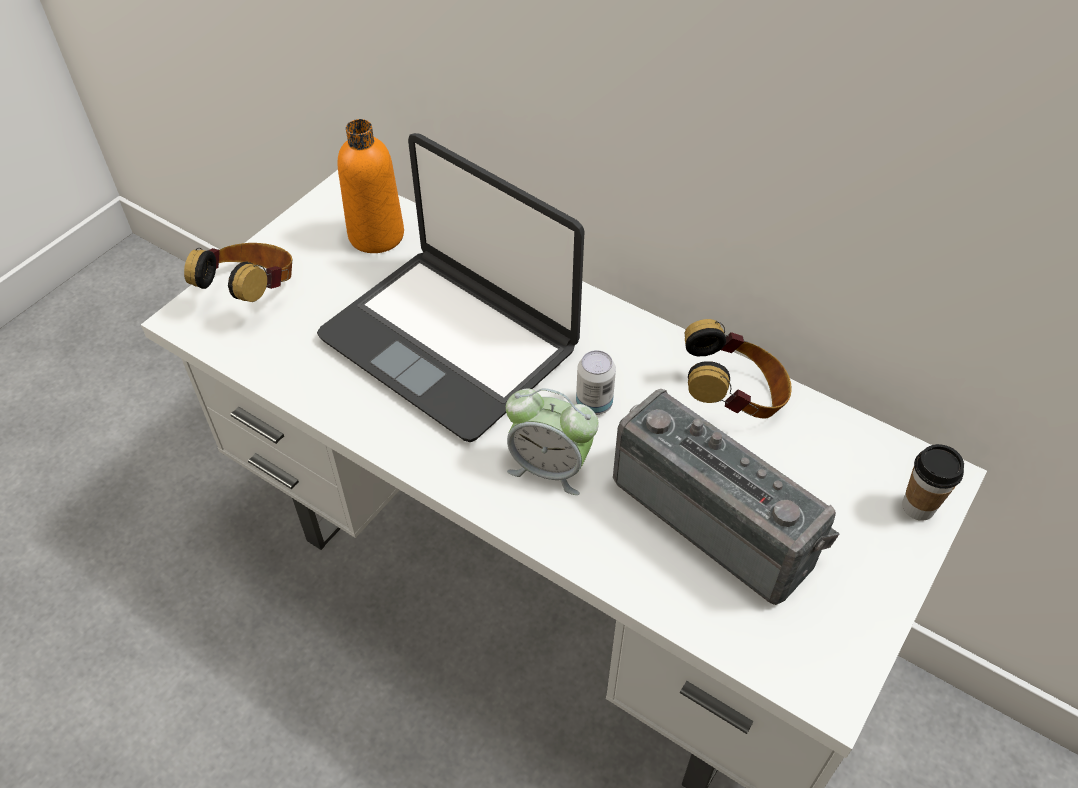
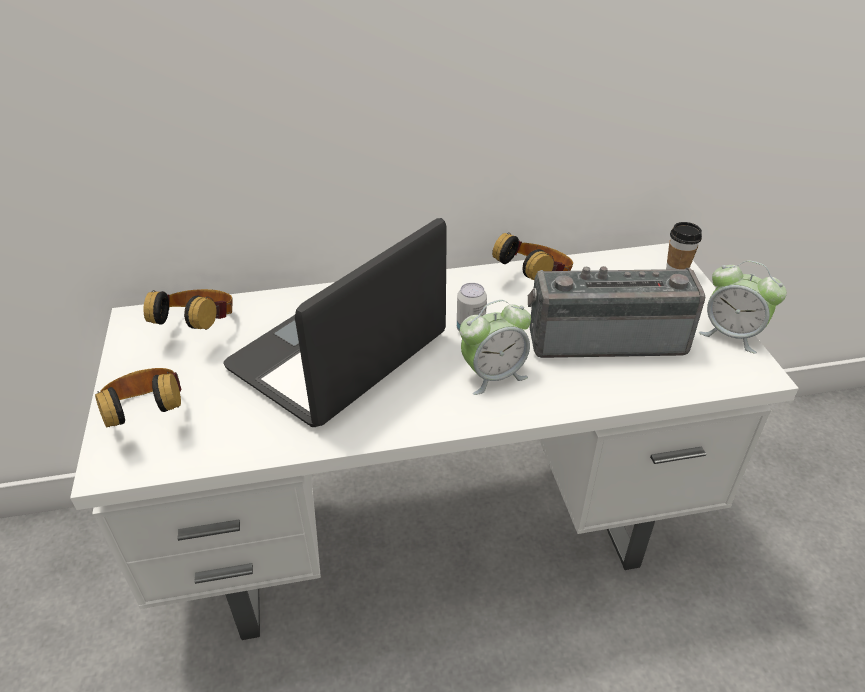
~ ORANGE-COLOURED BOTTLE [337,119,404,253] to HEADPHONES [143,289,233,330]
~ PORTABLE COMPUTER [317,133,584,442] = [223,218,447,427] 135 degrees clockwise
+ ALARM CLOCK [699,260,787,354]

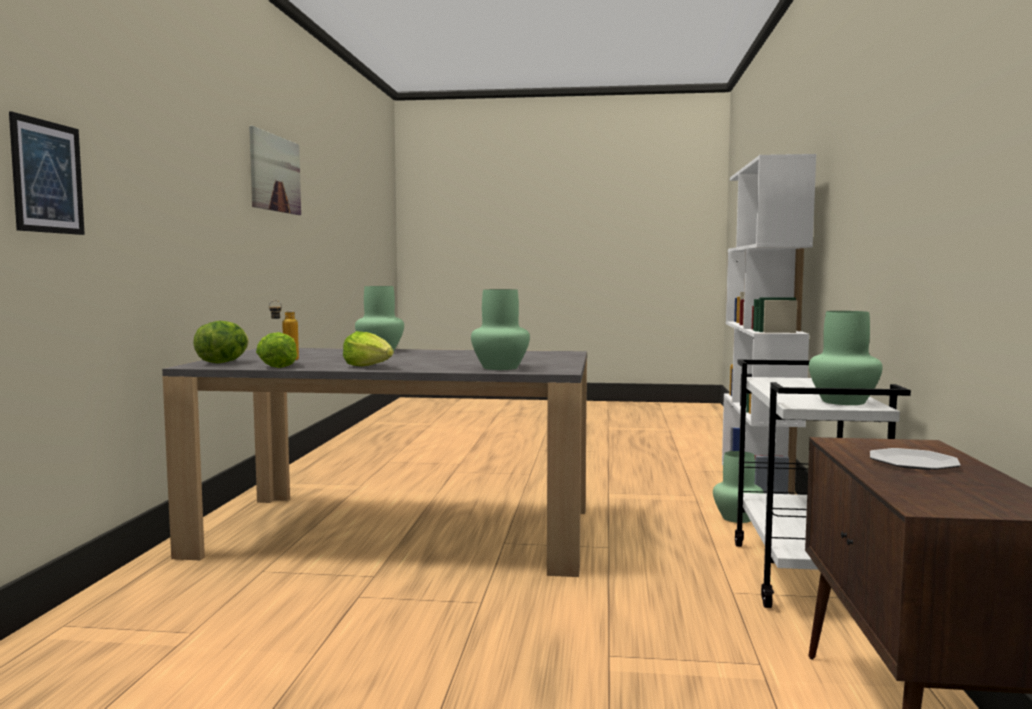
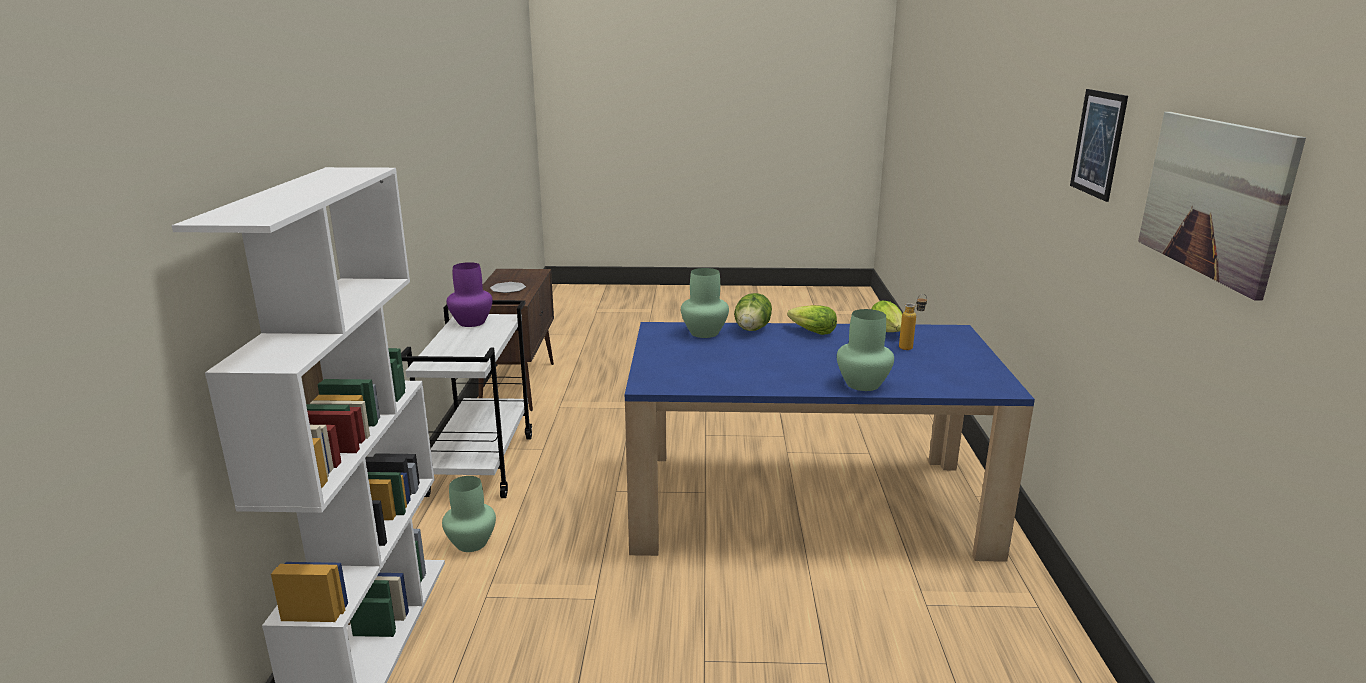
~ GREEN FLOWER VASE [809,311,883,405] to PURPLE FLOWER VASE [447,262,493,327]
~ GREYISH DINING TABLE [162,348,587,577] to BLUISH DINING TABLE [625,322,1035,562]
~ LETTUCE [193,321,249,363] to [734,293,772,331]
~ WALL ART [9,111,85,235] to [1070,89,1128,202]

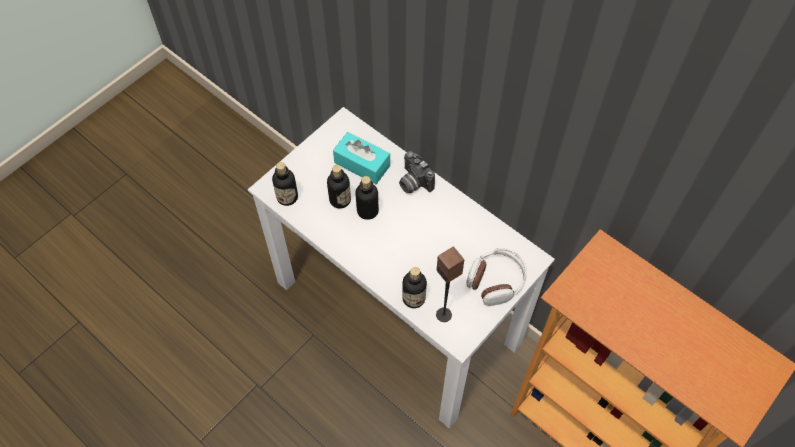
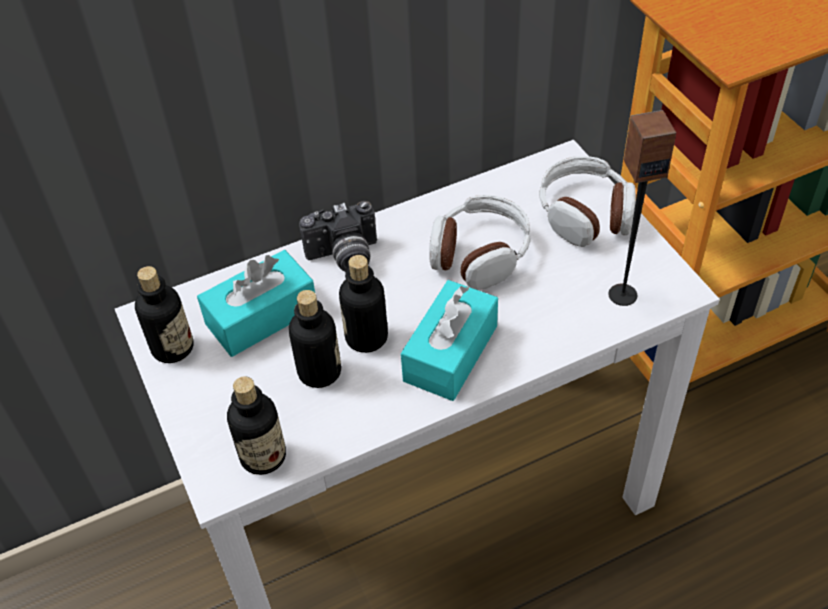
~ BOTTLE [402,267,427,308] to [135,266,193,363]
+ TURQUOISE-COLOURED TISSUE BOX [401,280,498,401]
+ HEADPHONES [429,195,531,290]

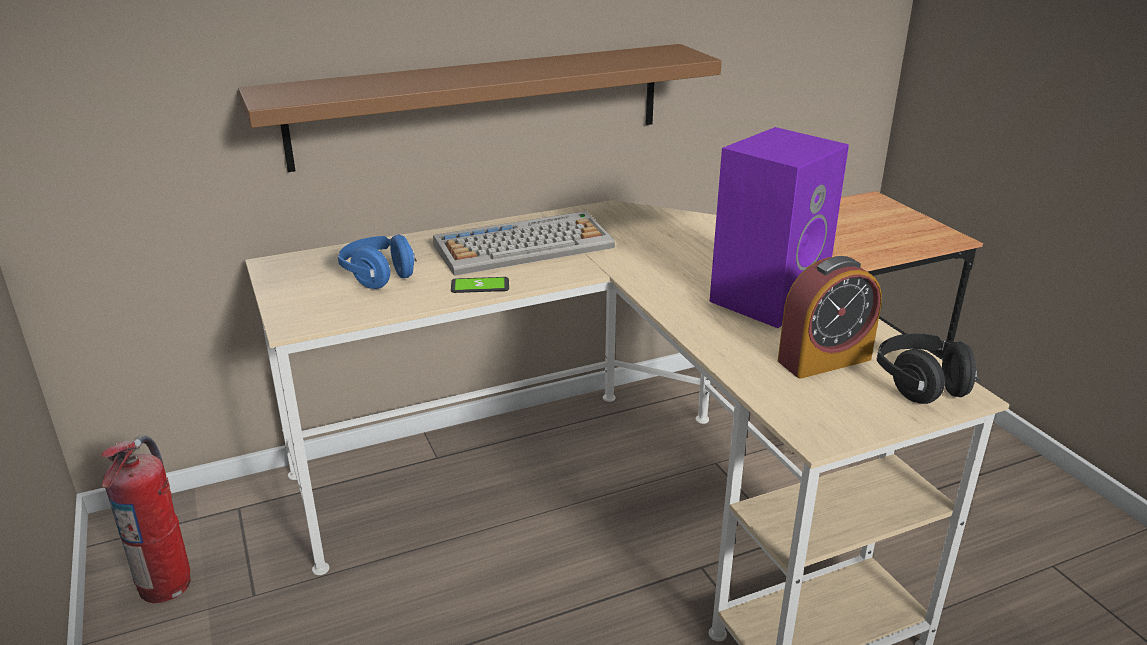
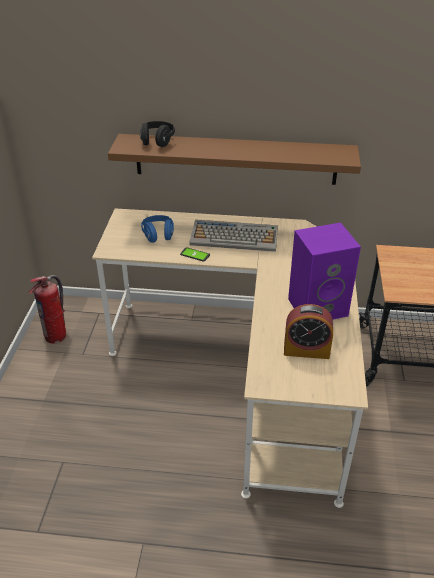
~ BLACKISH HEADPHONES [876,333,979,404] to [140,121,175,147]

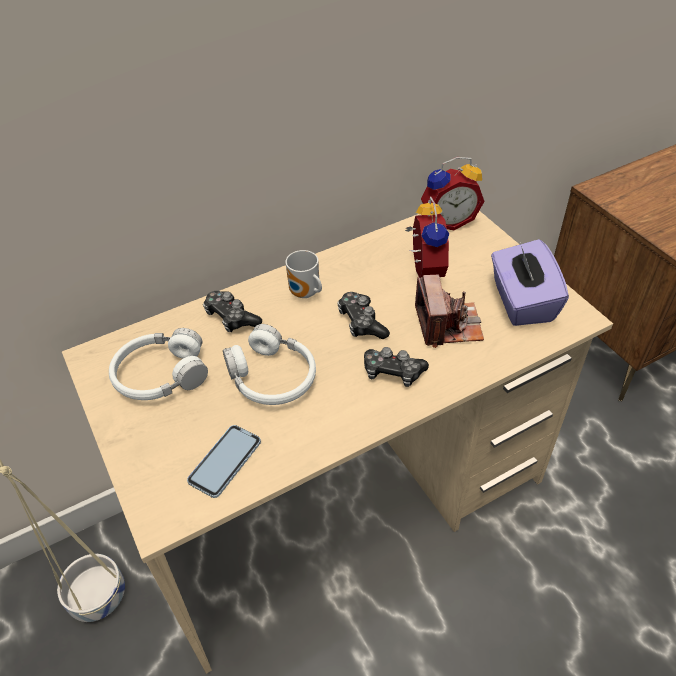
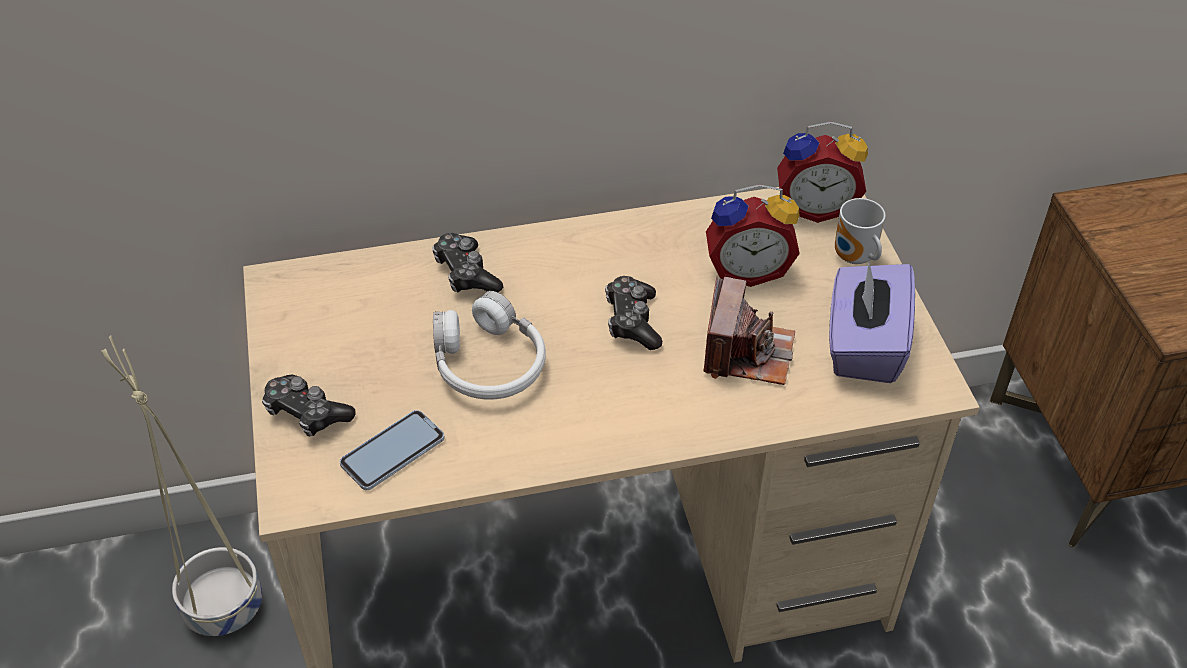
~ GAMEPAD [364,347,429,387] to [262,374,356,437]
~ ALARM CLOCK [405,197,449,278] = [706,184,800,287] 75 degrees clockwise
~ MUG [285,250,322,298] to [835,198,886,264]
- WHITE HEADPHONES [109,328,208,400]

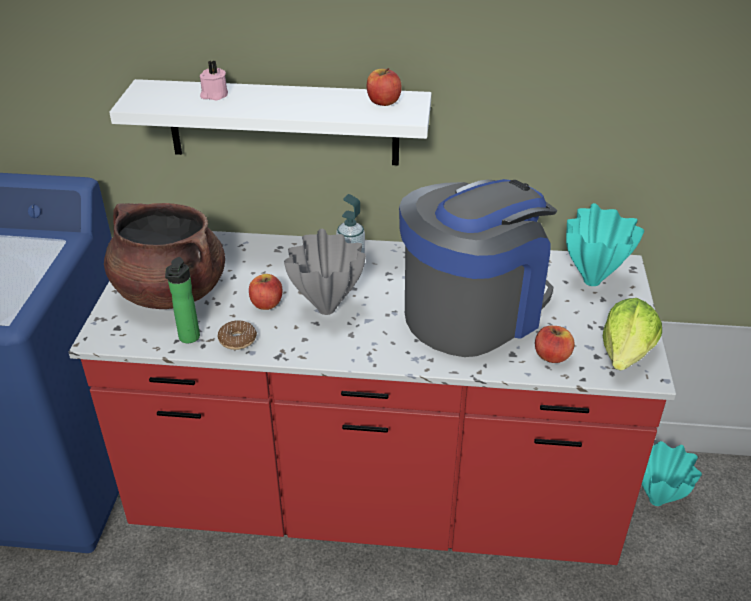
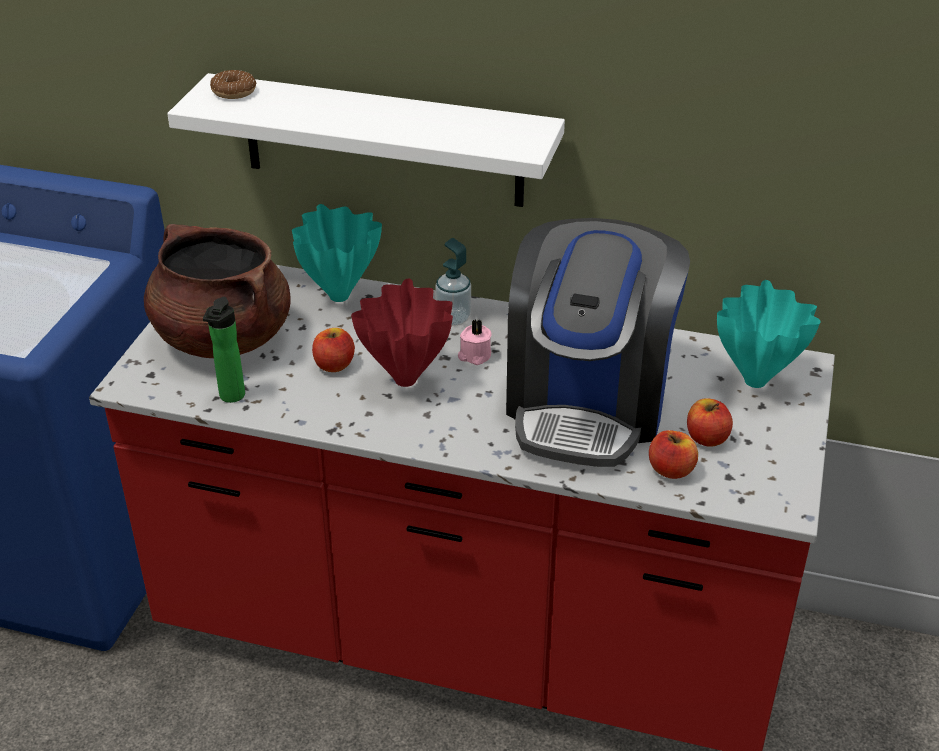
~ DOUGHNUT [217,320,257,350] to [210,70,257,99]
~ TURQUOISE-COLOURED FLOWER VASE [642,441,702,506] to [292,204,382,302]
~ GREYISH FLOWER VASE [284,229,366,315] to RED FLOWER VASE [351,279,453,387]
~ PINK-COLOURED CANDLE [200,61,228,101] to [458,319,492,365]
~ COFFEE MAKER [399,179,557,357] = [506,218,690,467] 135 degrees clockwise
~ APPLE [367,68,402,106] to [687,398,733,447]
- LETTUCE [603,298,662,370]

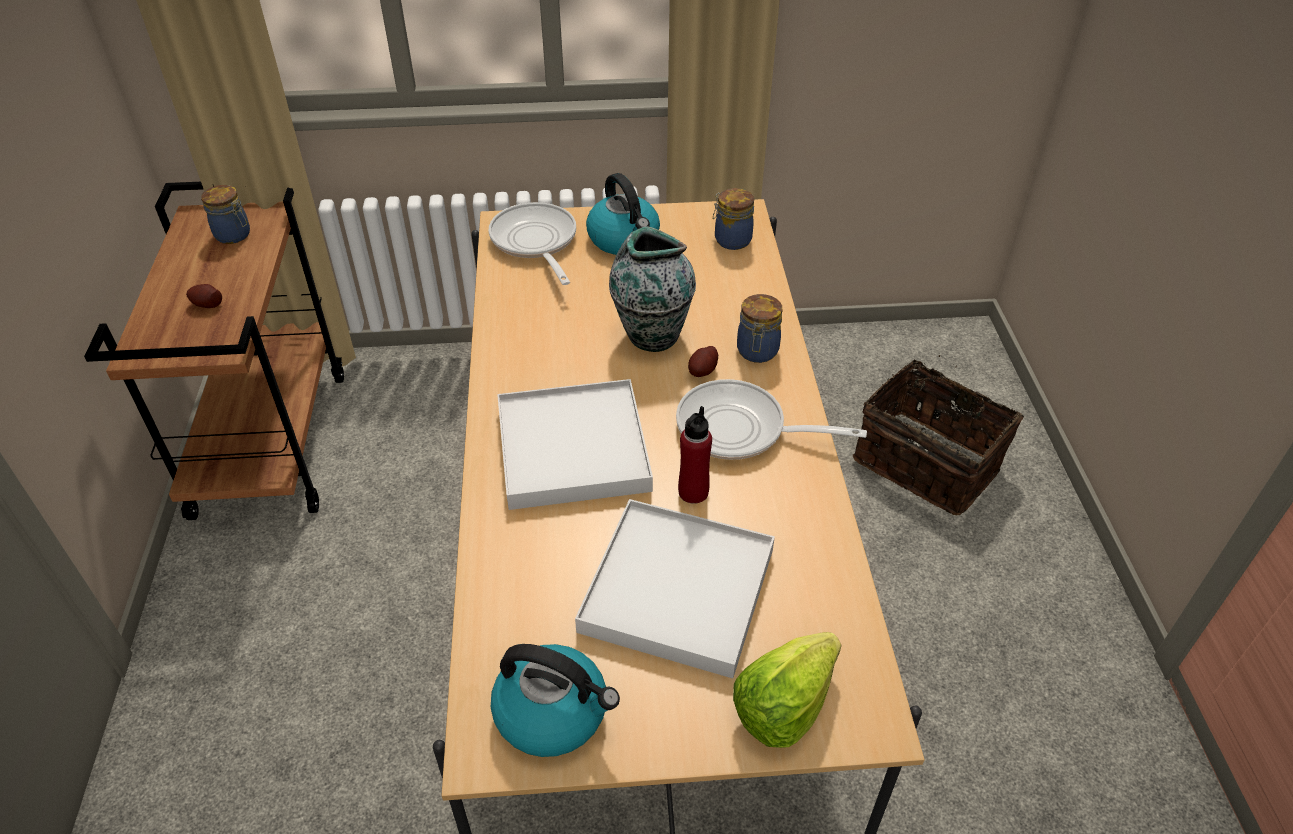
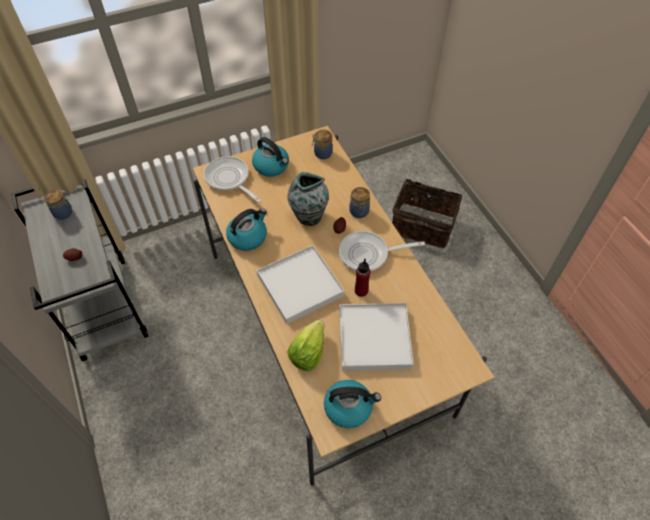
~ BROWN WHEELED CART [84,182,344,520] to GREYISH WHEELED CART [11,179,148,361]
+ WATER KETTLE [226,208,267,251]
~ LETTUCE [733,632,841,748] to [287,320,324,371]

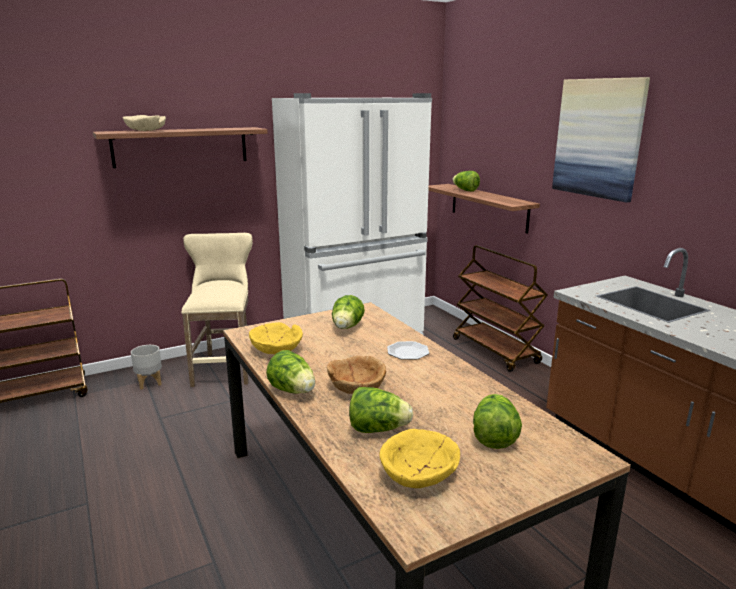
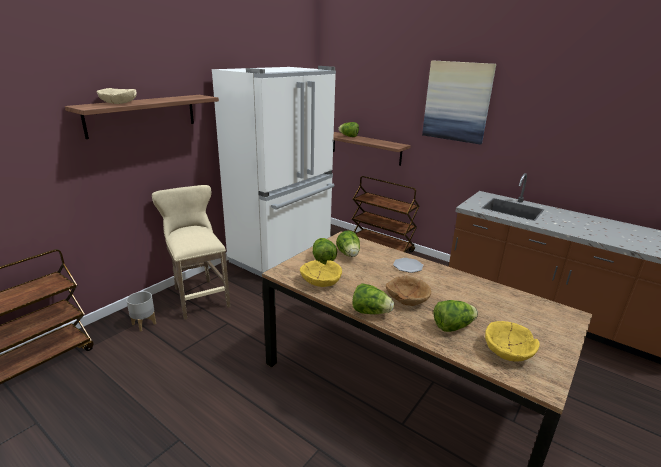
~ LETTUCE [473,394,522,449] to [313,238,337,265]

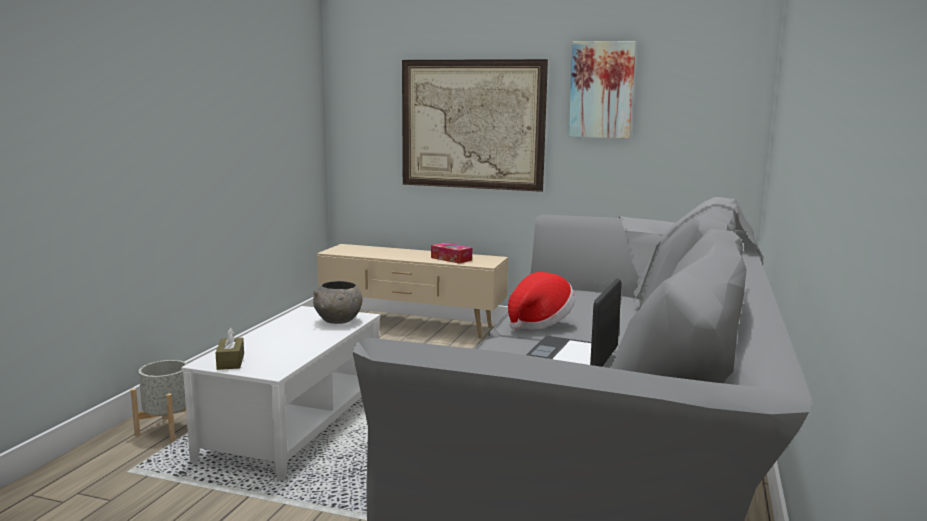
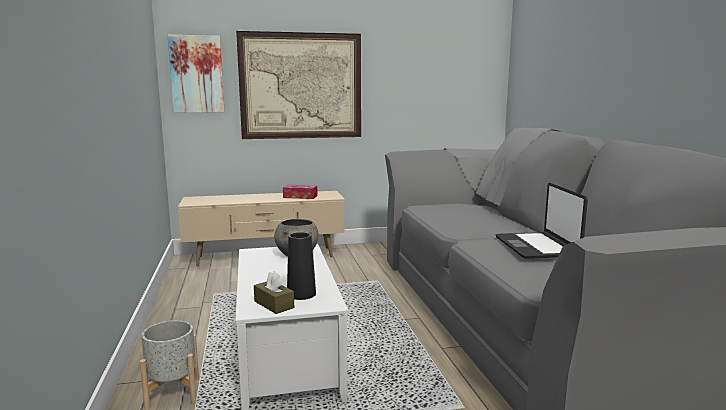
~ WALL ART [568,41,636,139] to [167,35,225,113]
+ BLACKISH FLOWER VASE [287,232,316,300]
- WEARABLE HAT [508,272,575,330]

